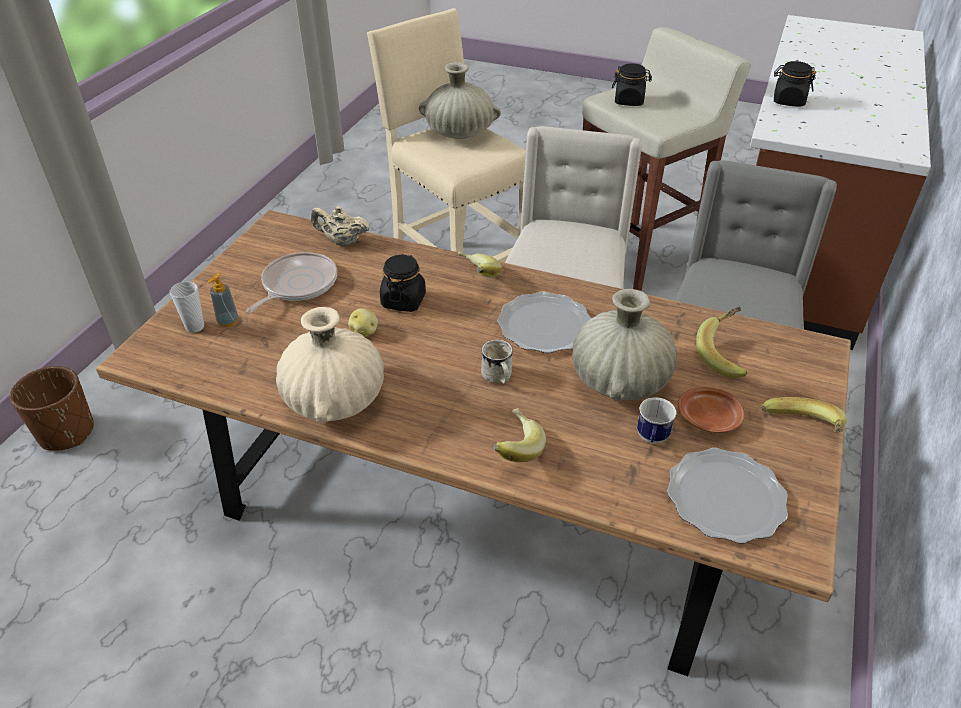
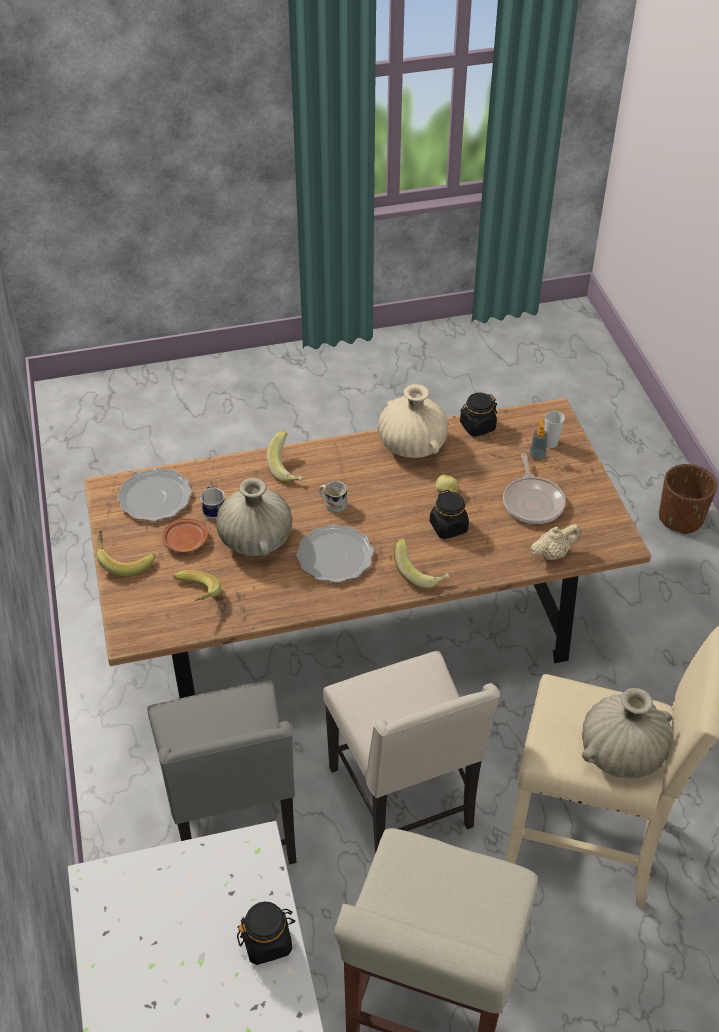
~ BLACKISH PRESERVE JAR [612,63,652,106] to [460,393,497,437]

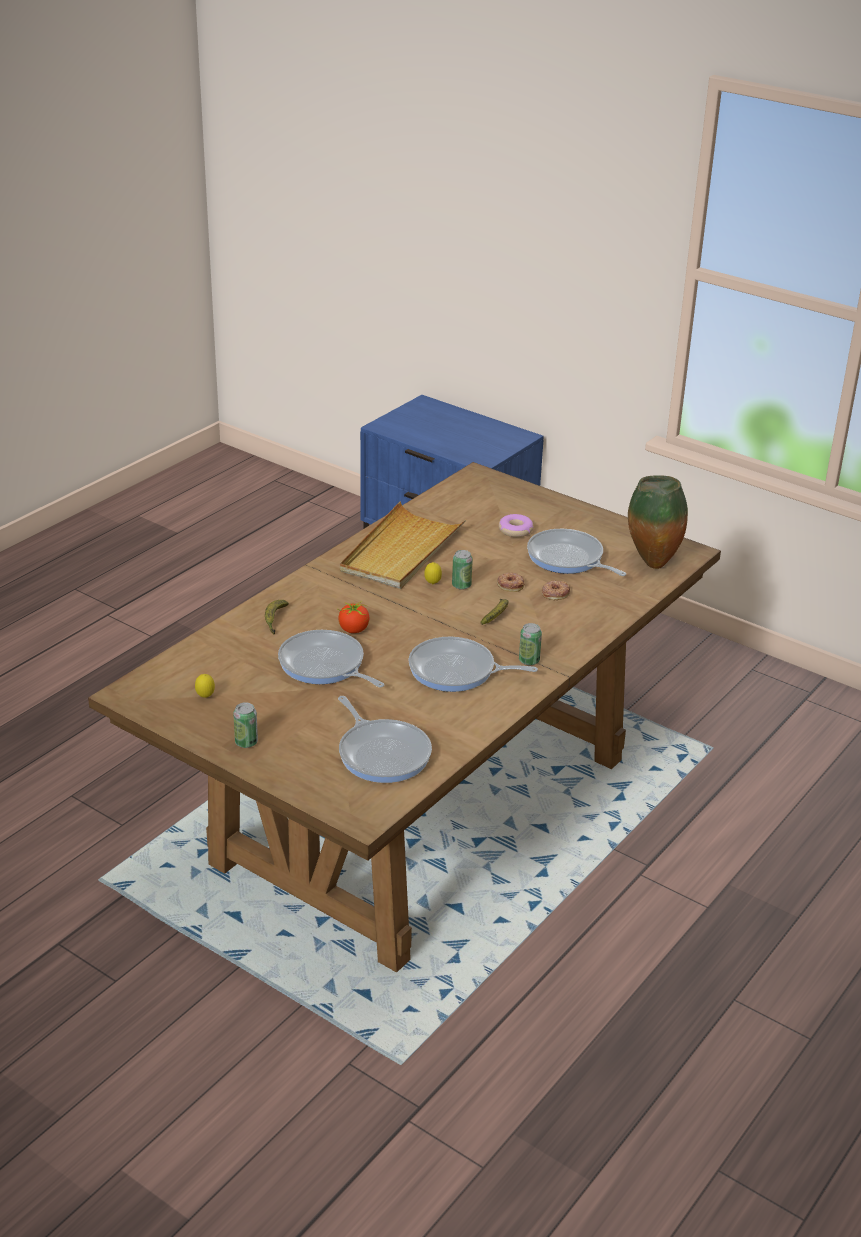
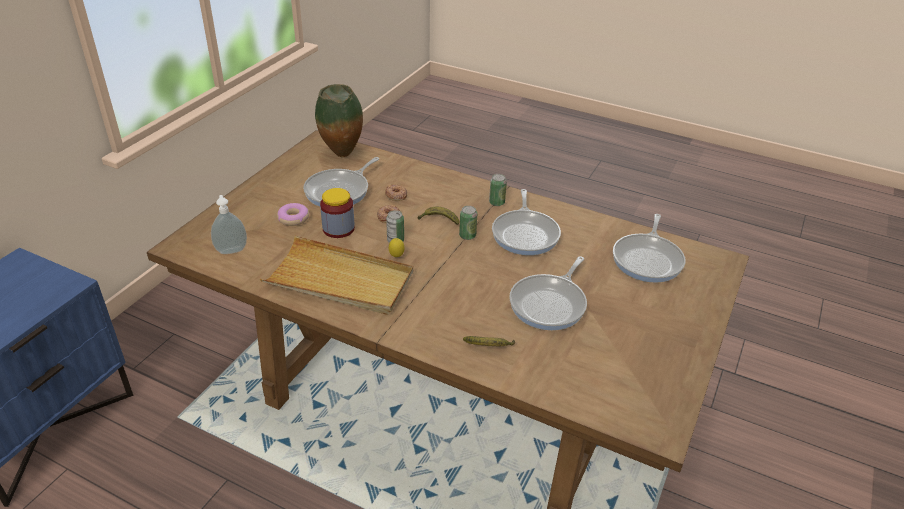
+ SOAP DISPENSER [211,195,247,254]
+ PRESERVE JAR [320,188,355,238]
~ CAN [233,702,258,748] to [459,206,477,240]
~ PAN [338,696,432,783] = [613,214,685,283] 150 degrees clockwise
- CITRUS FRUIT [195,674,215,698]
- WHOLE TOMATO [337,601,369,633]

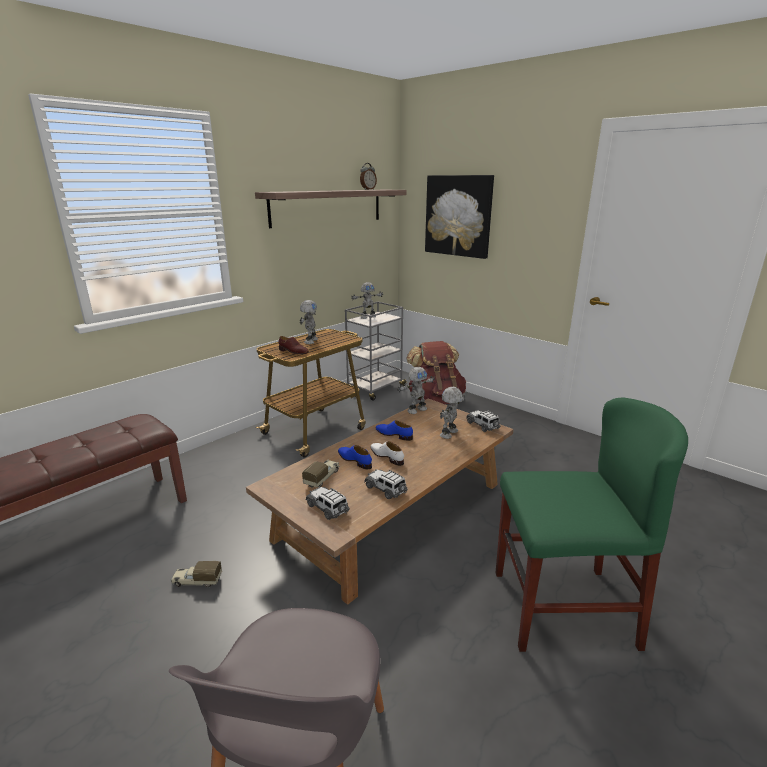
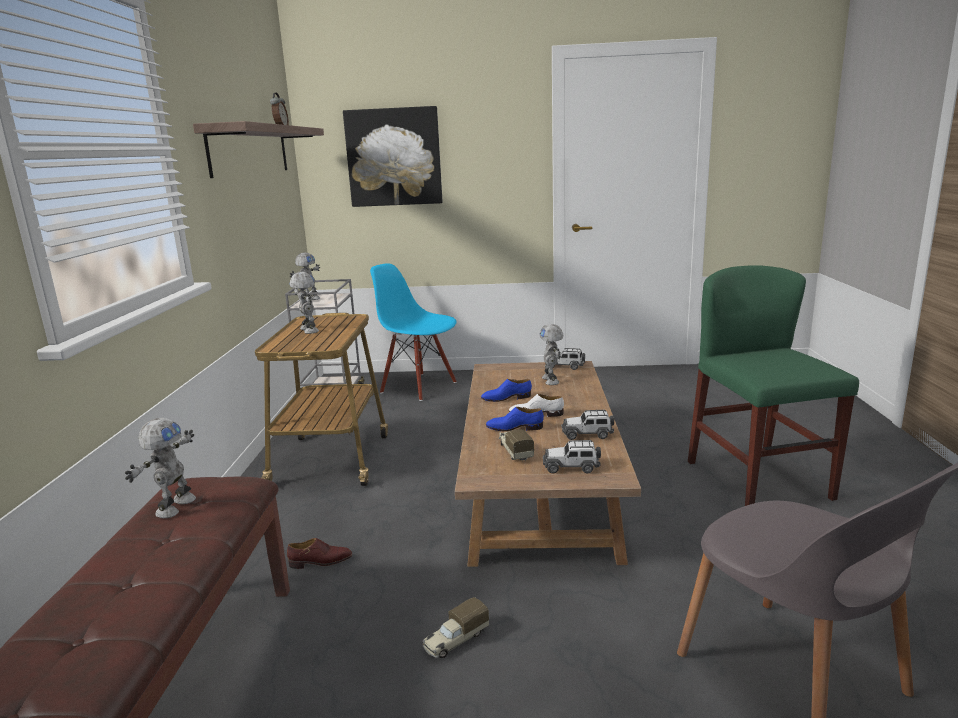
~ TOY ROBOT [398,367,435,414] to [125,418,196,518]
~ BROWN SHOE [278,336,309,354] to [287,538,352,569]
~ BROWN BACKPACK [406,341,466,404] to BLUISH PLAIN CHAIR [370,263,457,401]
~ GREEN PLAIN CHAIR [495,398,688,652] = [688,265,859,506] 60 degrees counterclockwise

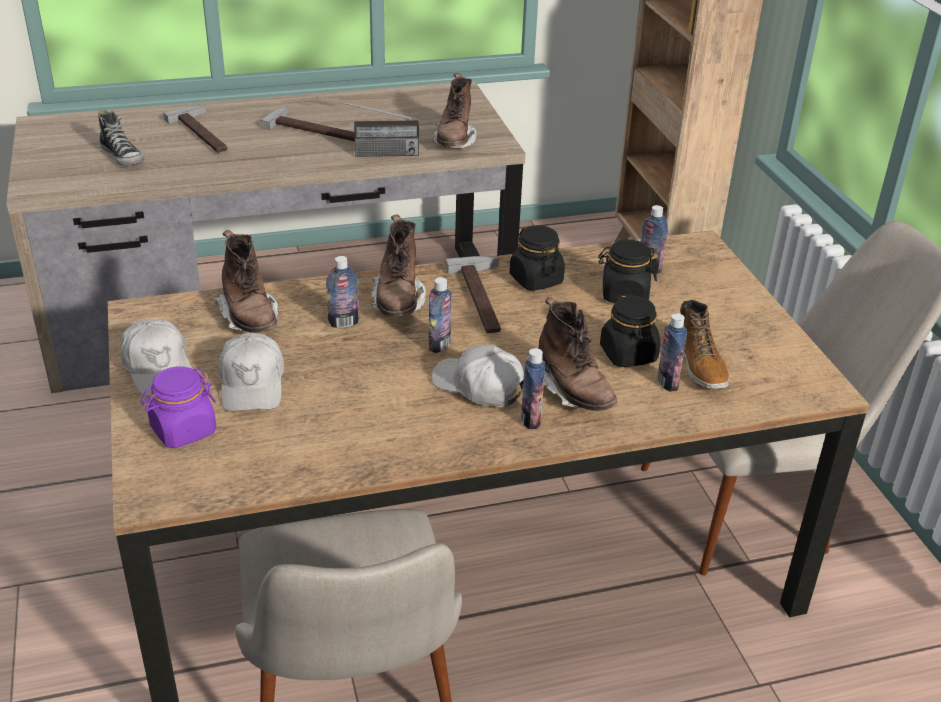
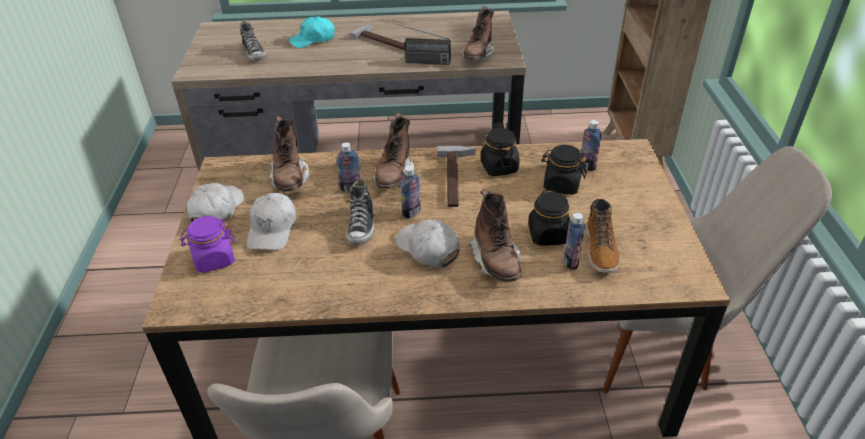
~ WHITE BASEBALL CAP [120,319,192,397] = [187,183,245,223] 150 degrees counterclockwise
~ HAMMER [163,105,228,153] to TURQUOISE-COLOURED BASEBALL CAP [289,17,335,48]
+ SHOE [347,178,374,245]
- BOTTLE [521,348,546,429]

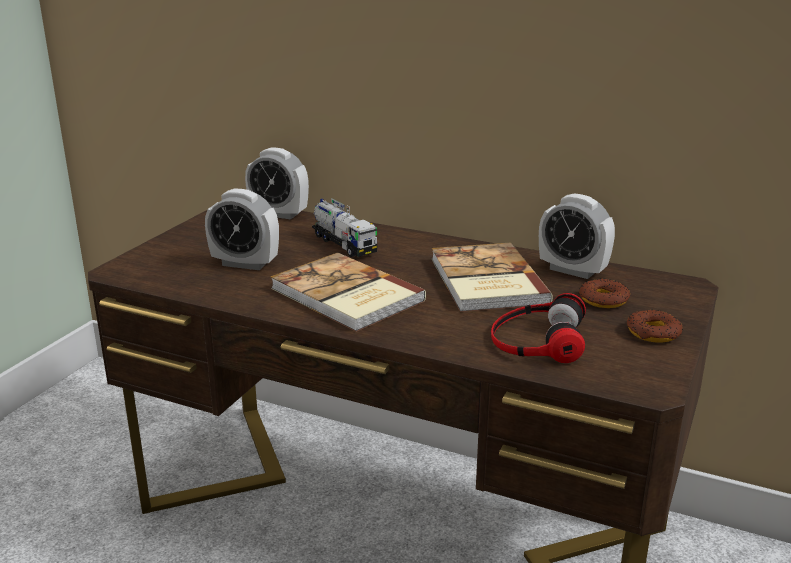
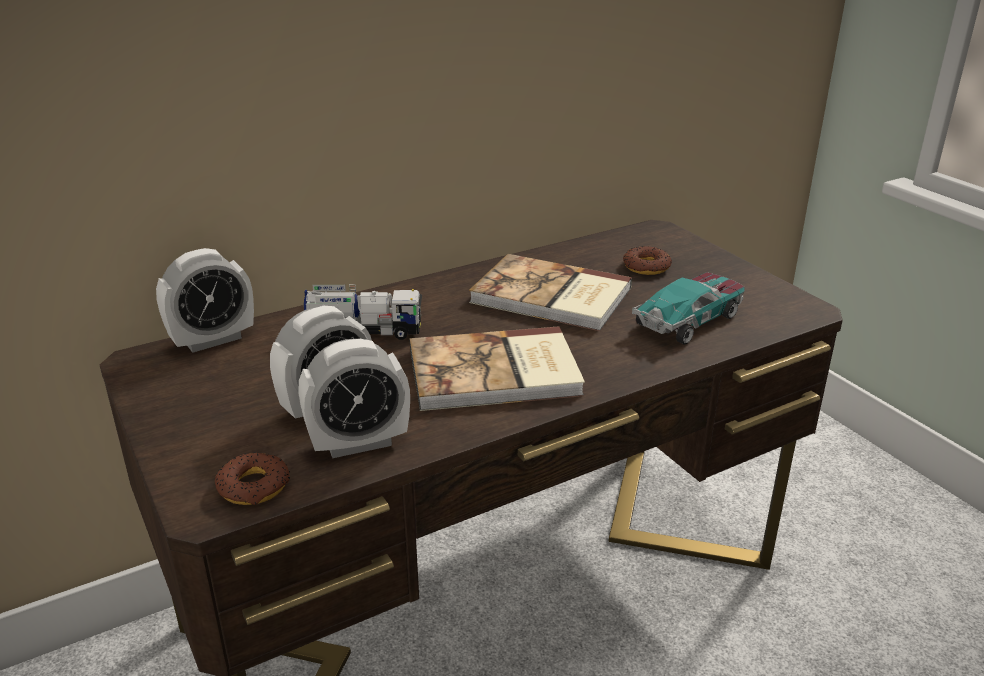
~ DOUGHNUT [627,309,683,343] to [215,452,290,505]
~ ALARM CLOCK [539,193,615,279] to [298,339,410,458]
~ HEADPHONES [491,293,586,363] to MODEL CAR [632,272,745,345]

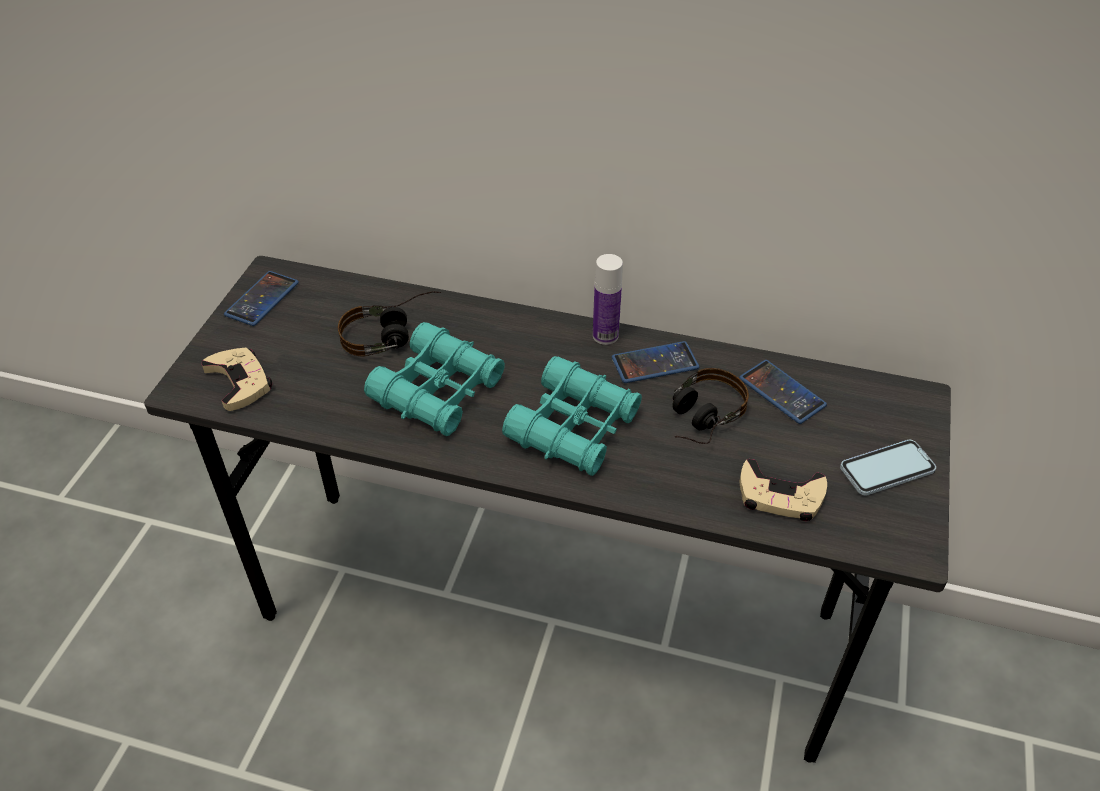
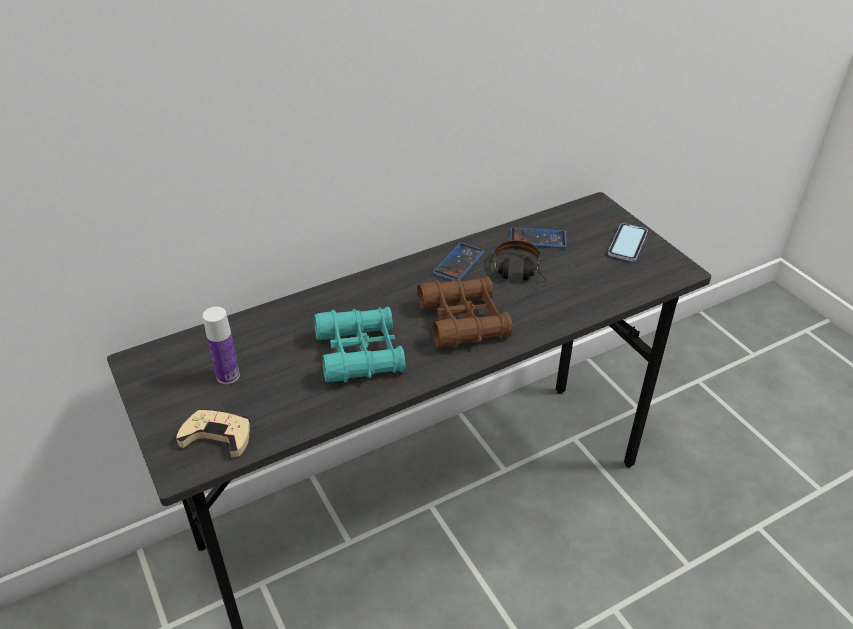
~ BOTTLE [593,254,623,345] to [203,307,240,384]
~ TURQUOISE-COLOURED FIELD GLASSES [502,356,642,476] to BROWN FIELD GLASSES [417,276,512,348]
- TELEPHONE [224,271,299,326]
- HEADPHONES [338,291,441,357]
- BEIGE-COLOURED GAMEPAD [739,459,827,521]

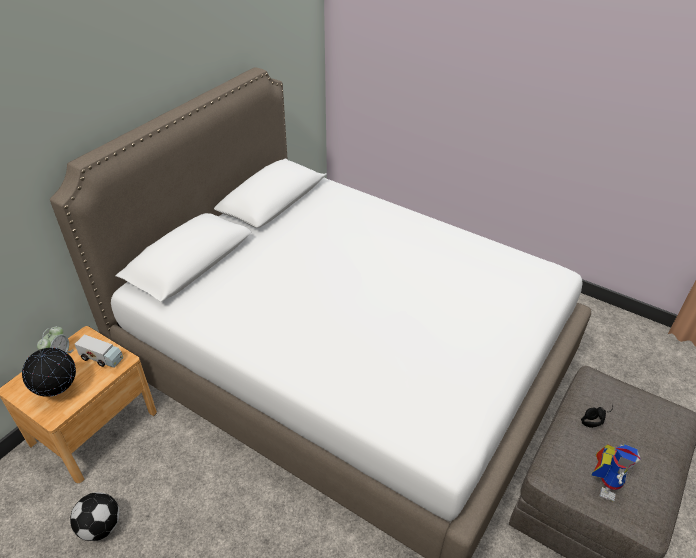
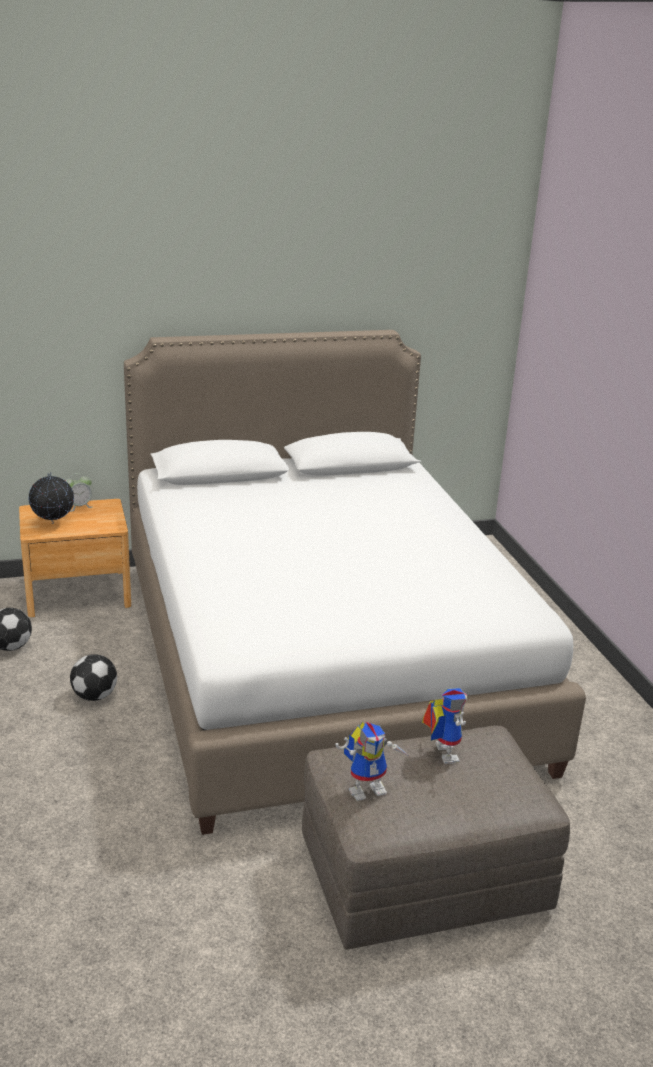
+ FOOTBALL [70,654,117,701]
~ BLACKISH HEADPHONES [581,406,613,428] to TOY ROBOT [422,688,468,764]
- TOY TRUCK [75,334,123,368]

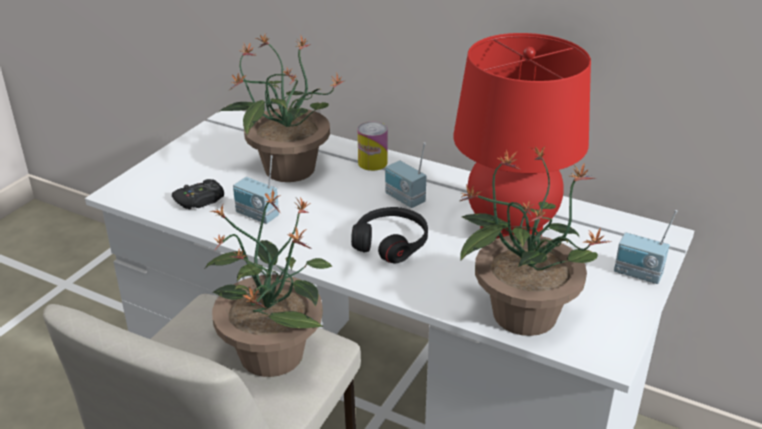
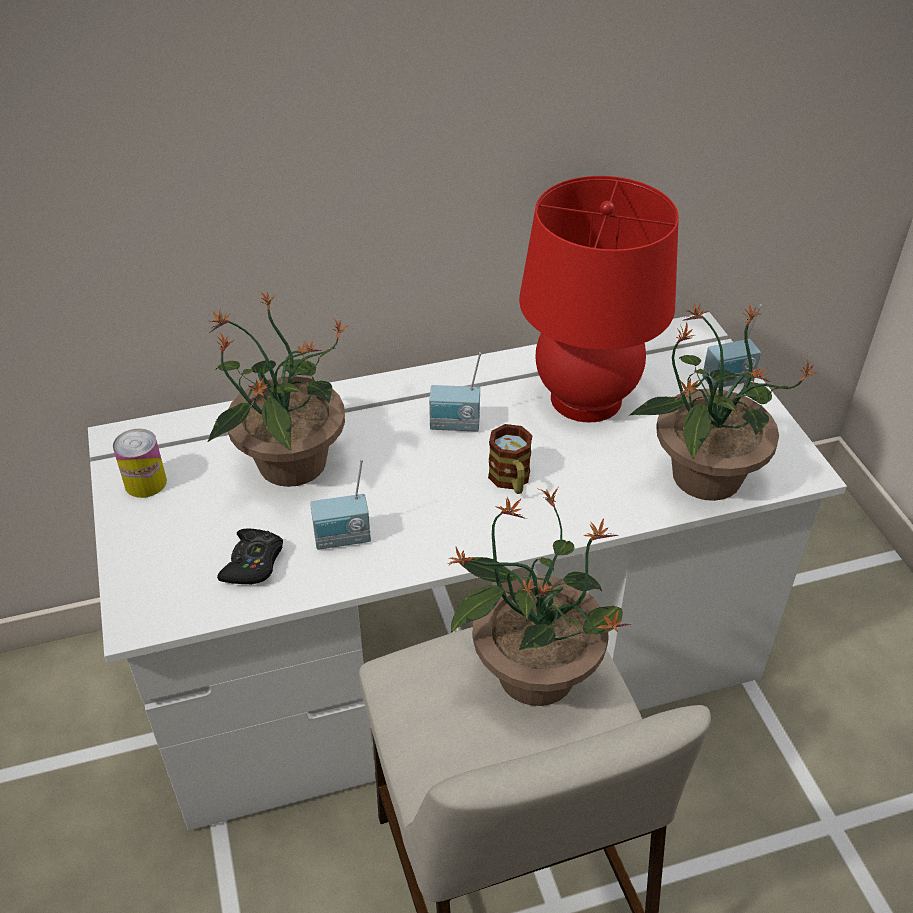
~ CAN [358,122,388,171] to [113,428,167,498]
~ BLACKISH HEADPHONES [351,207,428,264] to MUG [488,424,533,494]

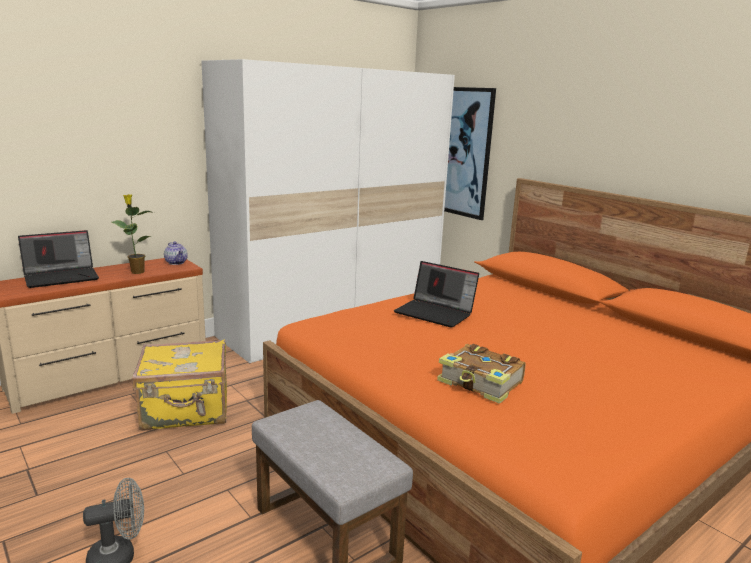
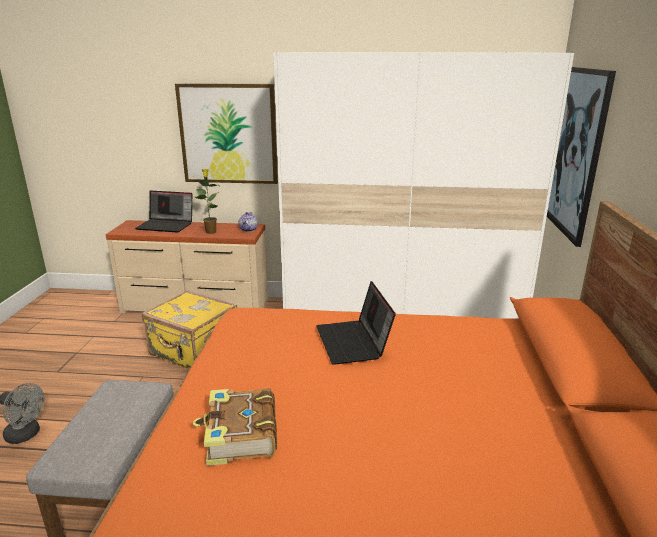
+ WALL ART [175,83,278,184]

